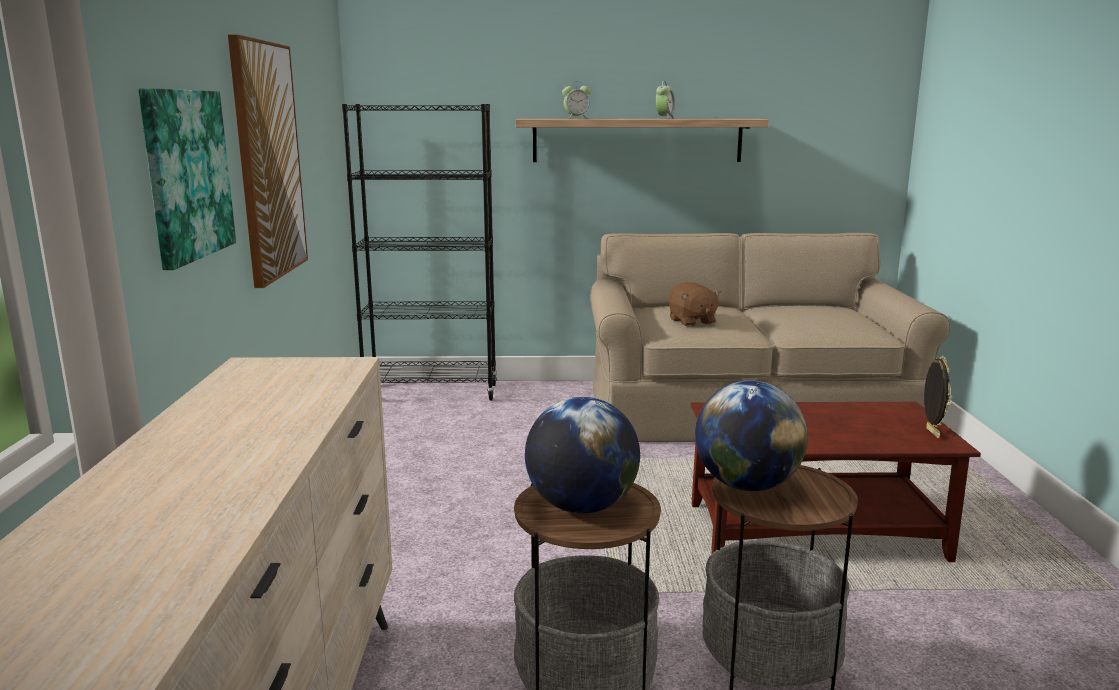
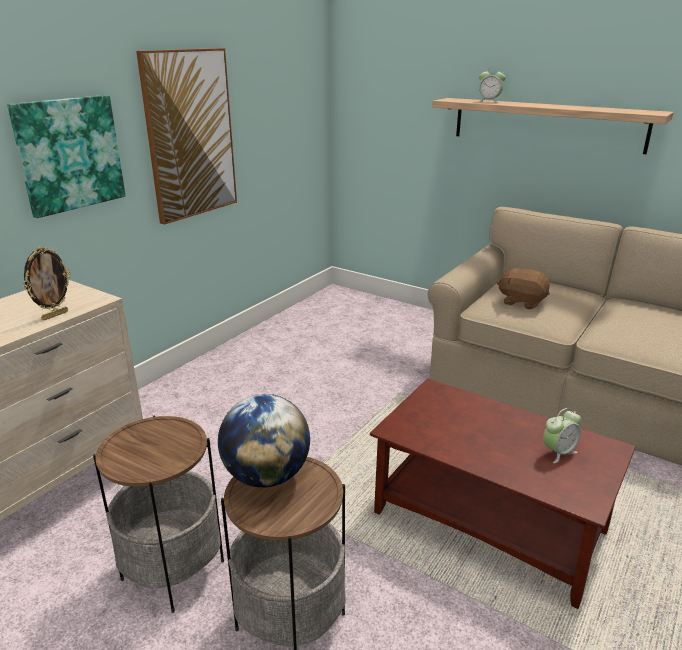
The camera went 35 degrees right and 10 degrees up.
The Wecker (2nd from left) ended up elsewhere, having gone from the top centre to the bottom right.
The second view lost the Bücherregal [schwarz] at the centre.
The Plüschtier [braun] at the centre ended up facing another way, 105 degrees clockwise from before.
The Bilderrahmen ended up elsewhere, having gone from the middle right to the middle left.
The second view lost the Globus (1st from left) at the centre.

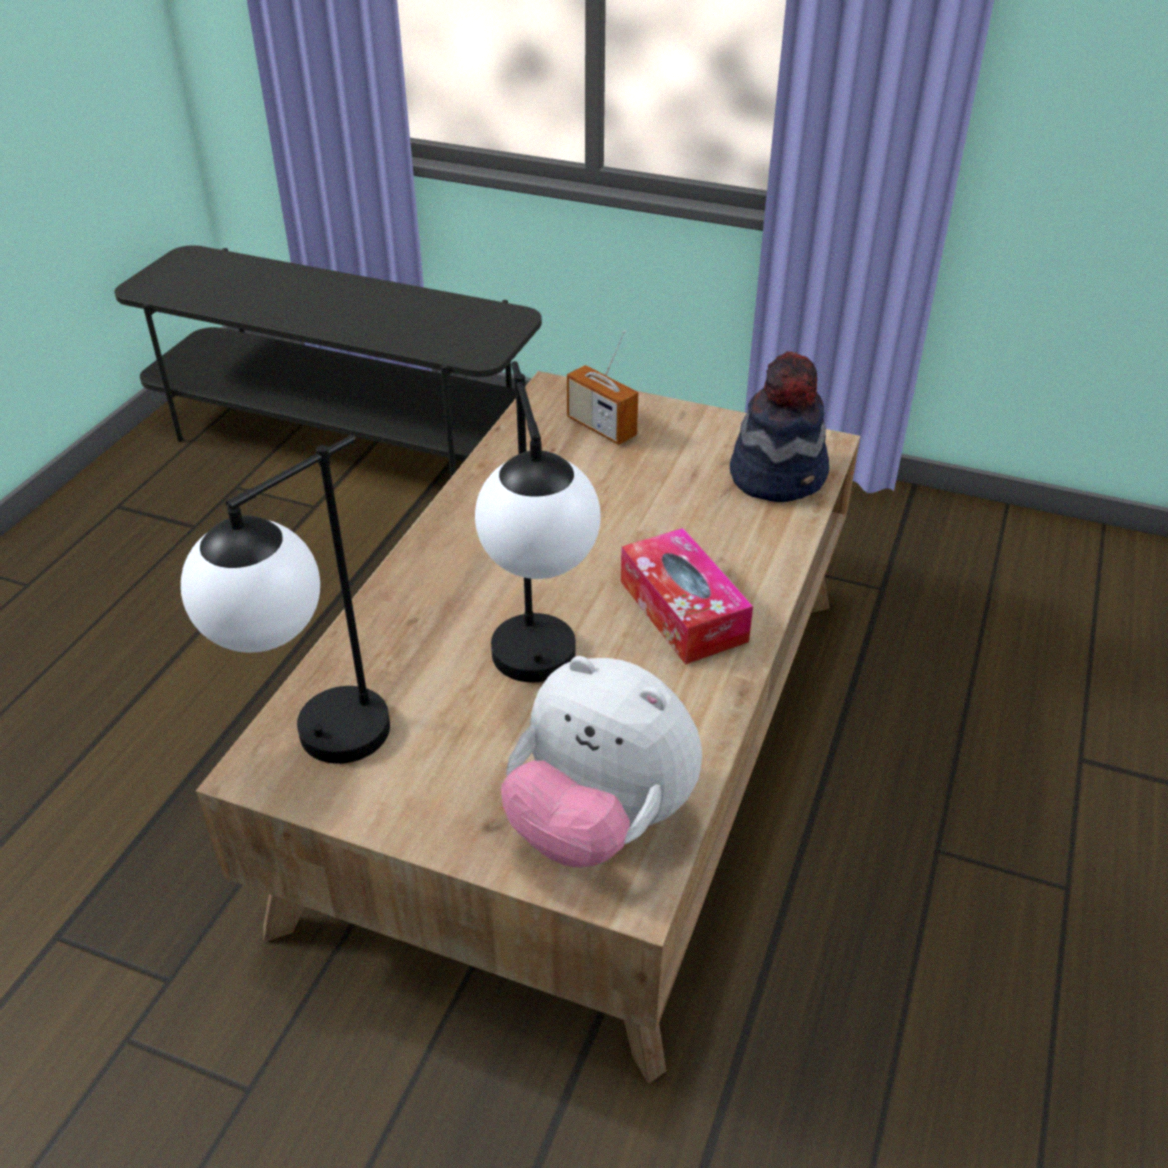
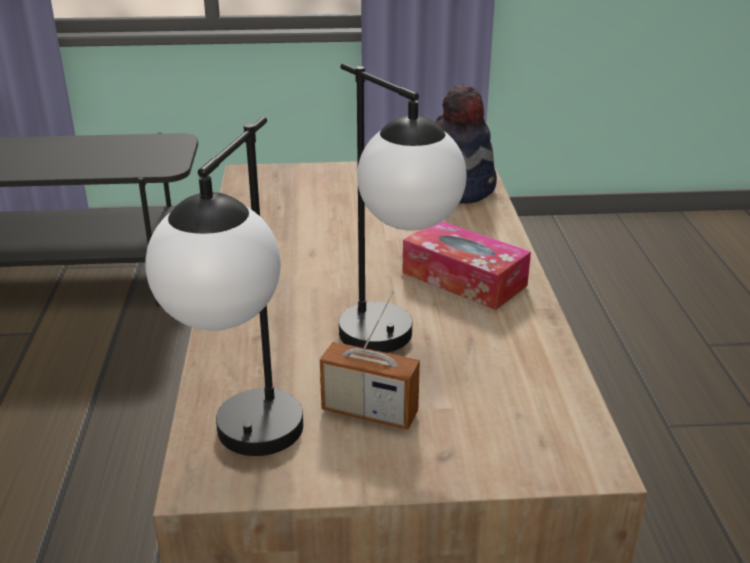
The camera went 25 degrees left and 10 degrees down.
The Radio ended up elsewhere, having gone from the top centre to the centre.
The second view lost the Plüschtier at the centre.

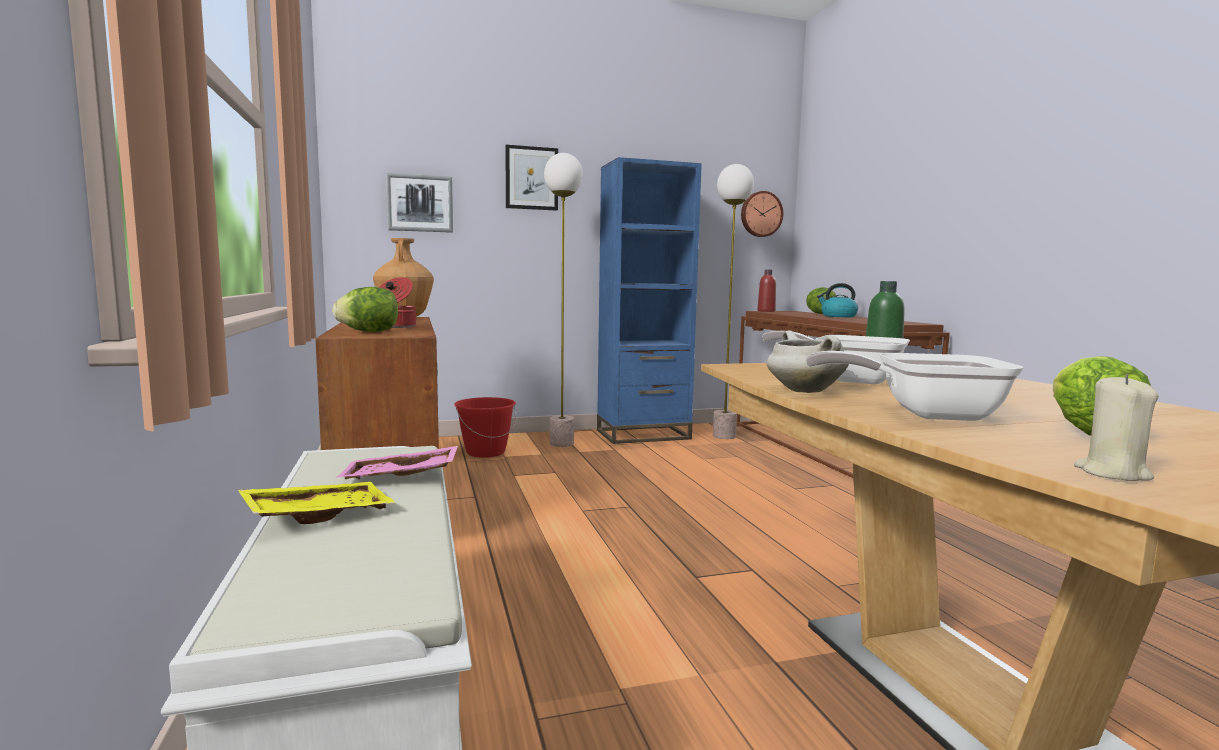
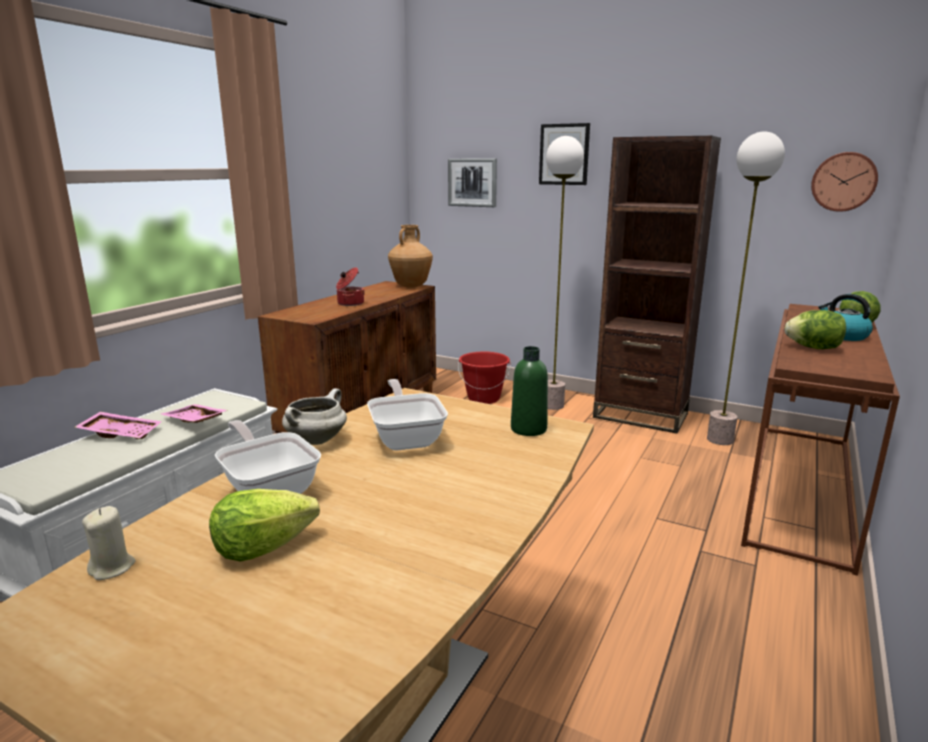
The camera went 45 degrees right and 10 degrees up.
What was the Bücherregal [blau] at the centre turned into the Bücherregal [braun] at the middle right.
The second view lost the Flasche [rot] at the centre.
The Salatkopf (1st from left in the first image) ended up elsewhere, having gone from the middle left to the middle right.
What was the Tablett [gelb] at the bottom left turned into the Tablett [rosa] (1st from left) at the middle left.

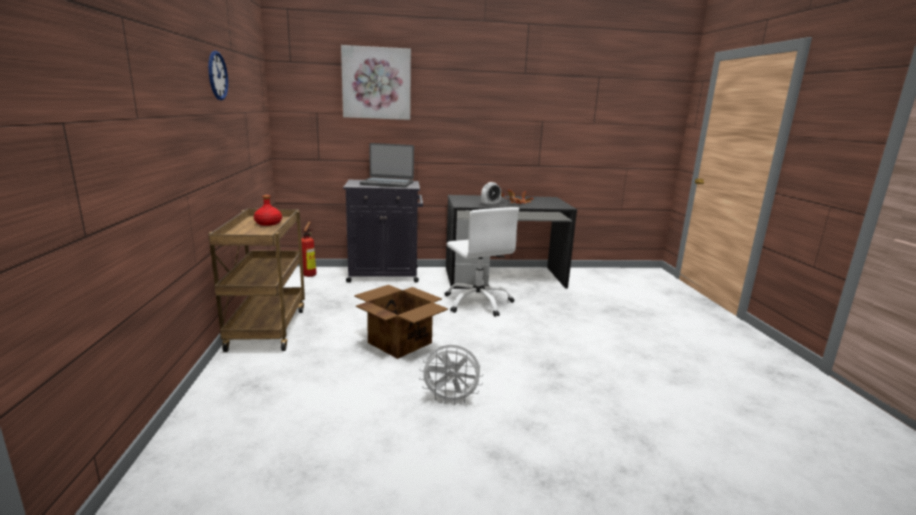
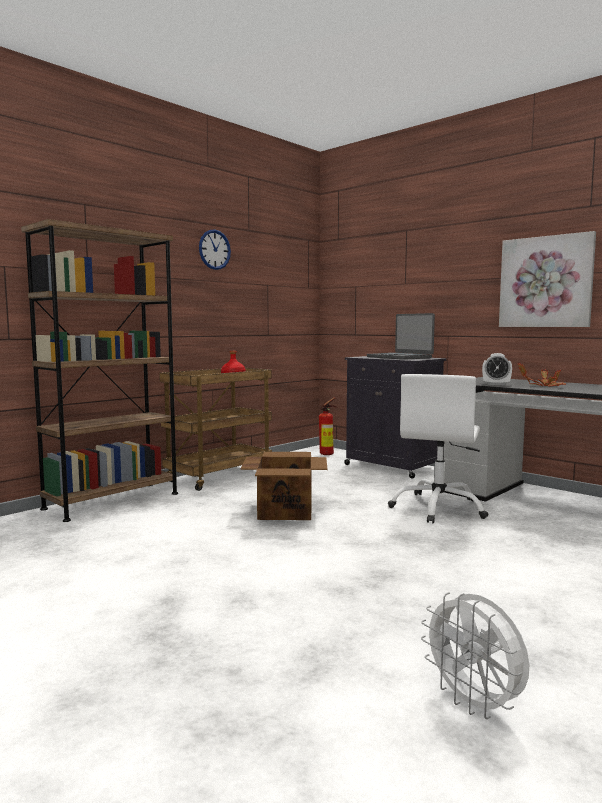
The camera went 50 degrees right and 10 degrees down.
The Bild ended up elsewhere, having gone from the top centre to the middle right.
The Ventilator [weiß] ended up elsewhere, having gone from the bottom centre to the bottom right.
The second view gained the Bücherregal [braun] at the middle left.

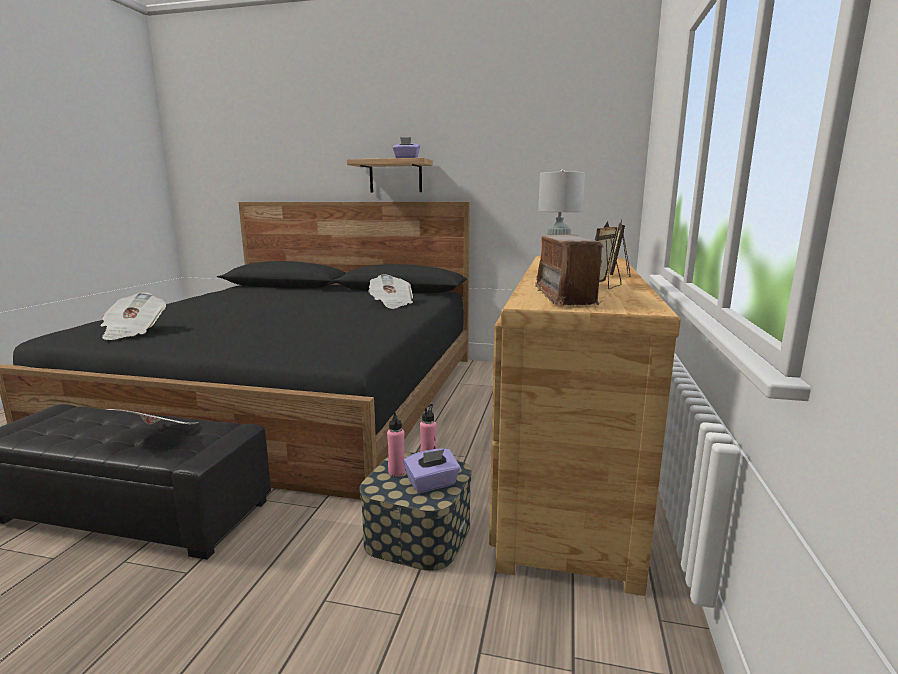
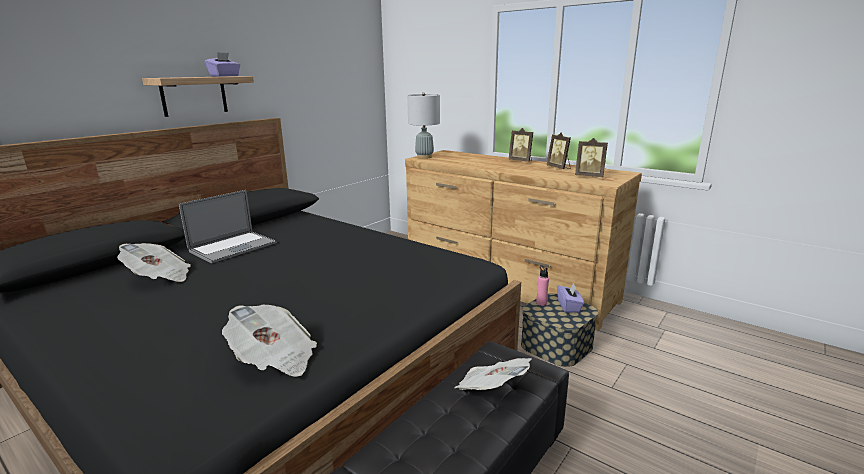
The camera went 65 degrees left and 5 degrees up.
Where the Radio stood at the centre, the Bilderrahmen (3rd from left) came to stand at the top right.
The Zeitung (3rd from left in the first image) ended up elsewhere, having gone from the centre to the middle left.
The second view lost the Flasche [rosa] (1st from left) at the centre.
The second view gained the Laptop at the middle left.

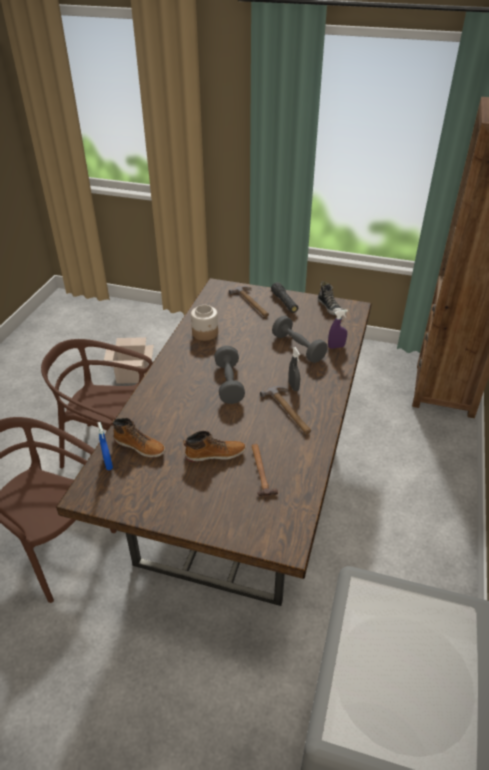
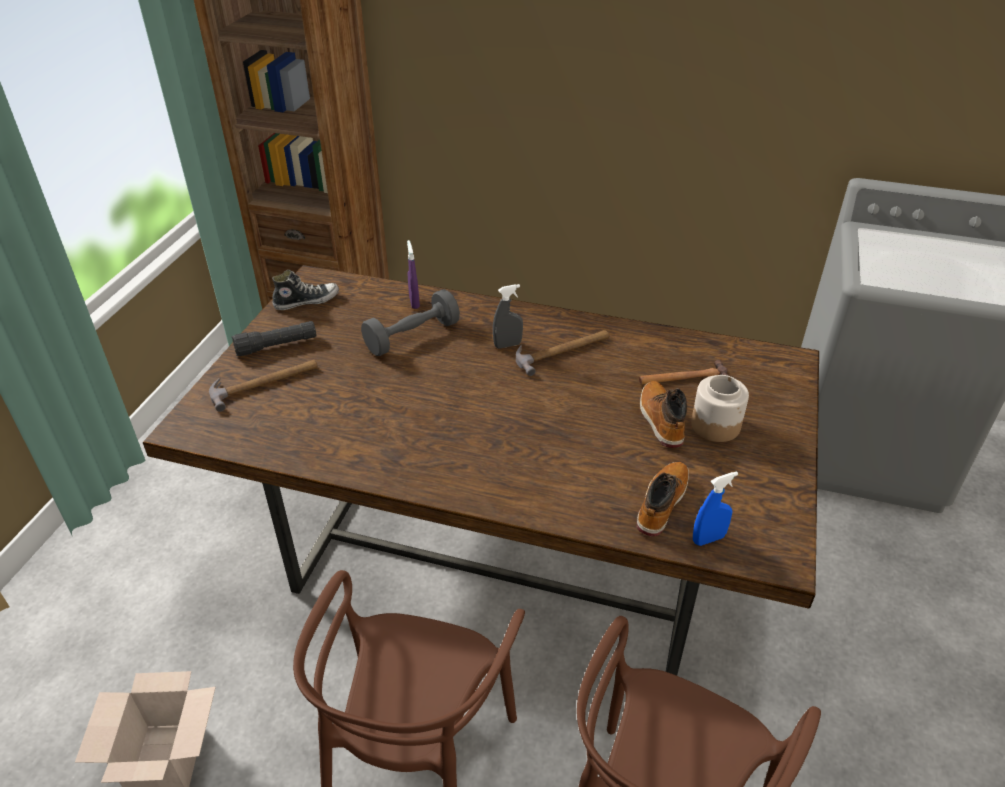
The camera went 90 degrees left and 0 degrees up.
The Vorratsglas ended up elsewhere, having gone from the centre to the middle right.
The second view lost the Hantel [grau] (1st from left) at the centre.

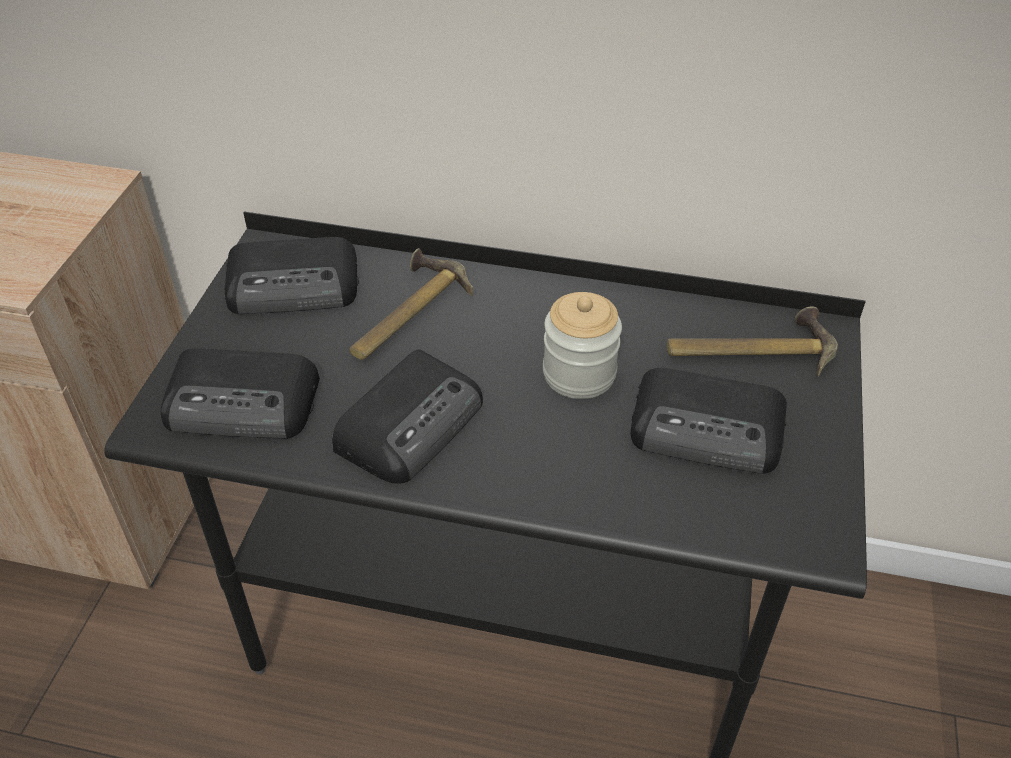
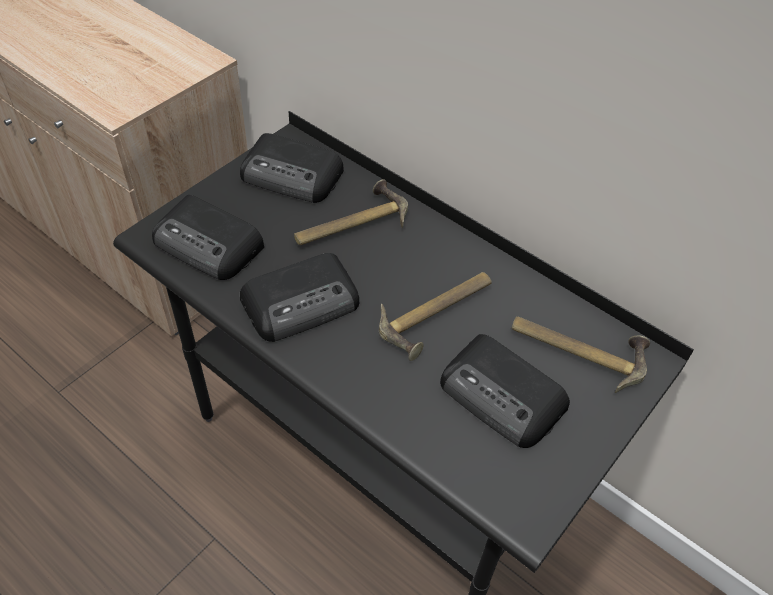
The camera went 25 degrees right and 5 degrees up.
Where the Vorratsglas stood at the centre, the Hammer (2nd from left) came to stand at the centre.

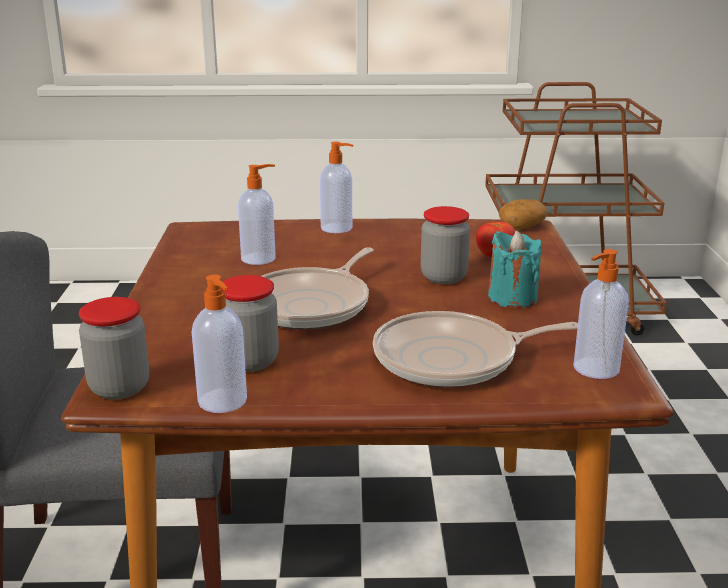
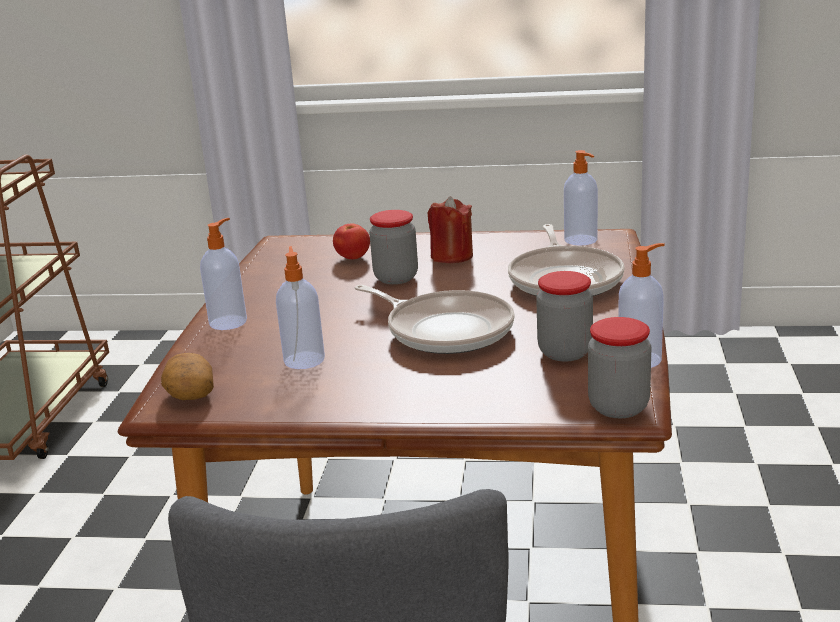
The camera went 80 degrees left and 0 degrees up.
The Kartoffel ended up elsewhere, having gone from the middle right to the middle left.
What was the Kerze [türkis] at the middle right turned into the Kerze [rot] at the centre.

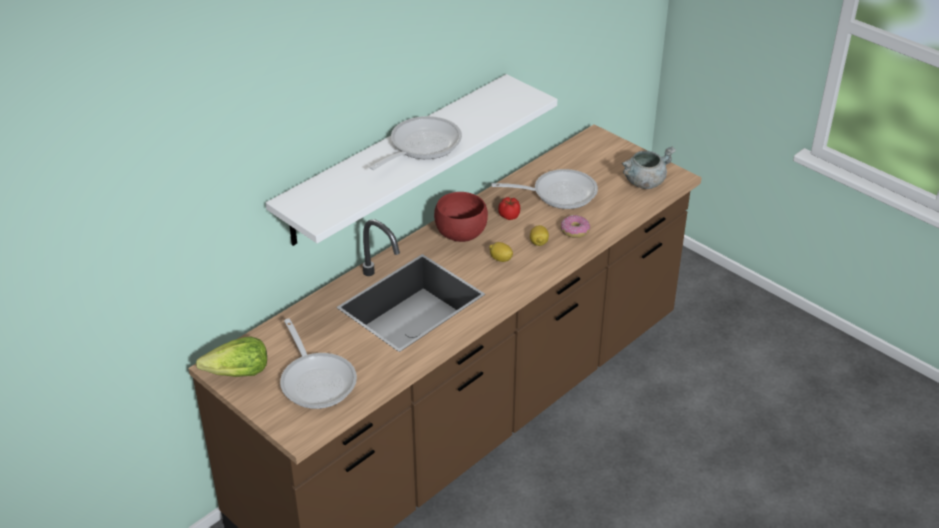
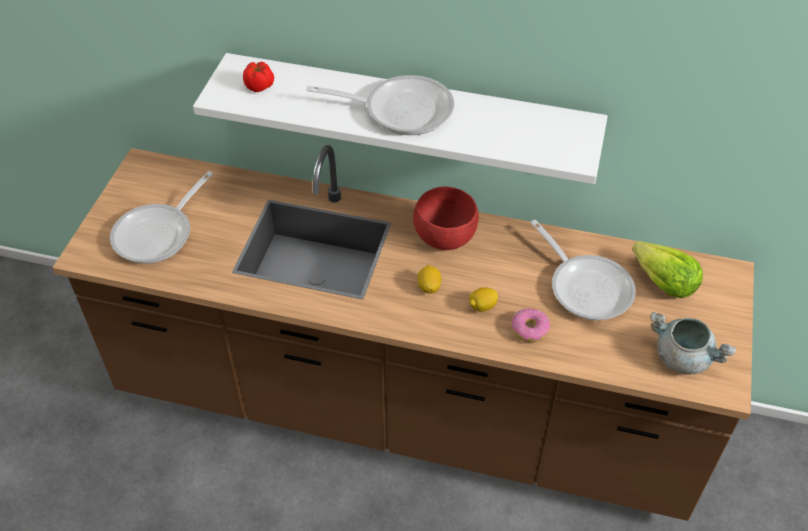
The camera went 60 degrees right and 10 degrees up.
The Tomate ended up elsewhere, having gone from the centre to the top left.
The Salatkopf ended up elsewhere, having gone from the bottom left to the middle right.

